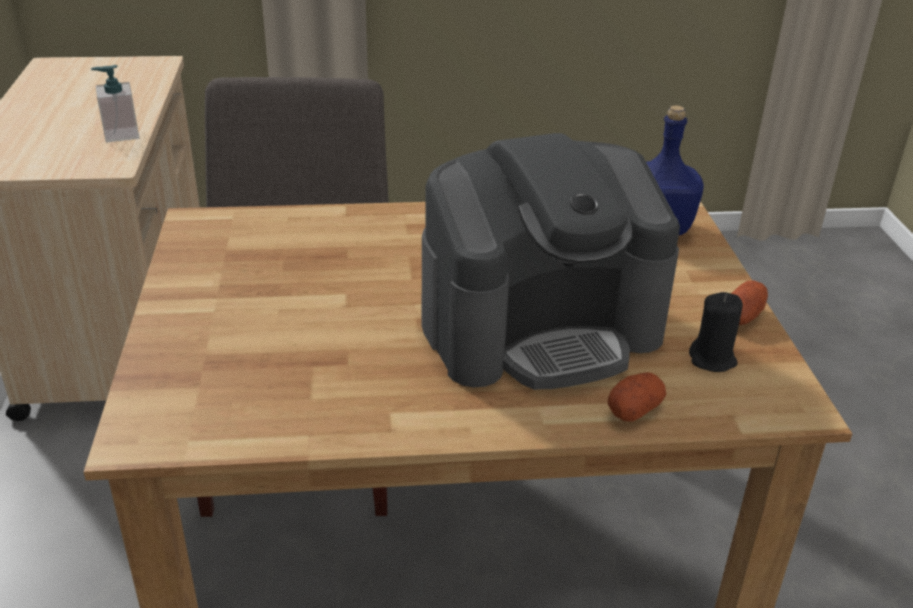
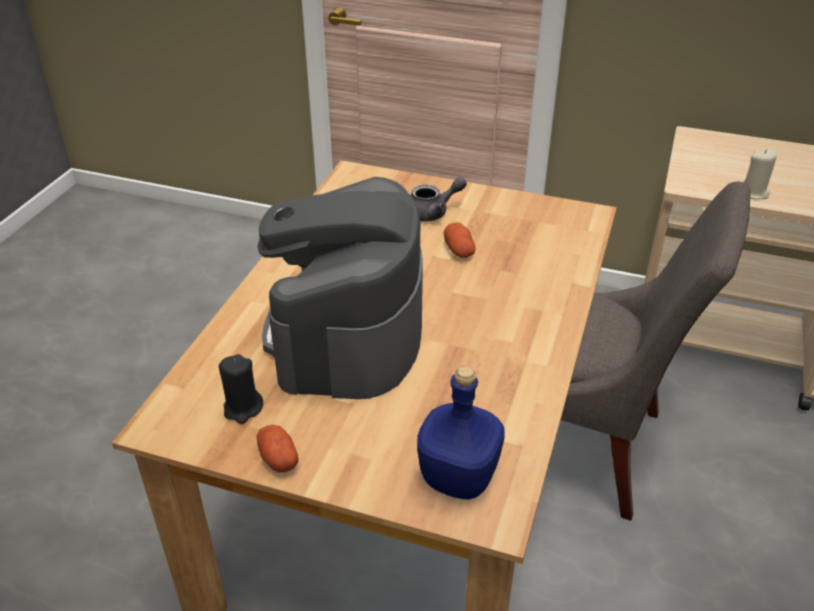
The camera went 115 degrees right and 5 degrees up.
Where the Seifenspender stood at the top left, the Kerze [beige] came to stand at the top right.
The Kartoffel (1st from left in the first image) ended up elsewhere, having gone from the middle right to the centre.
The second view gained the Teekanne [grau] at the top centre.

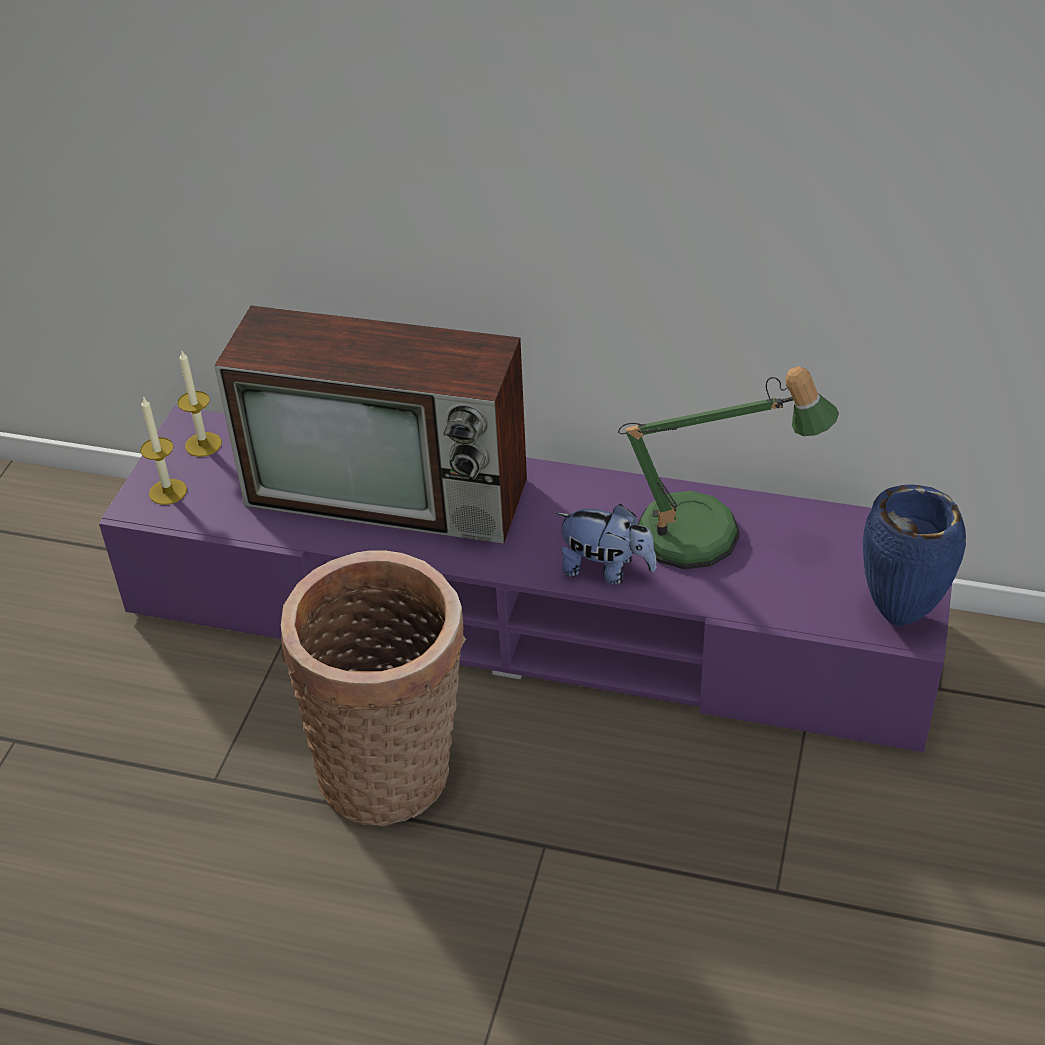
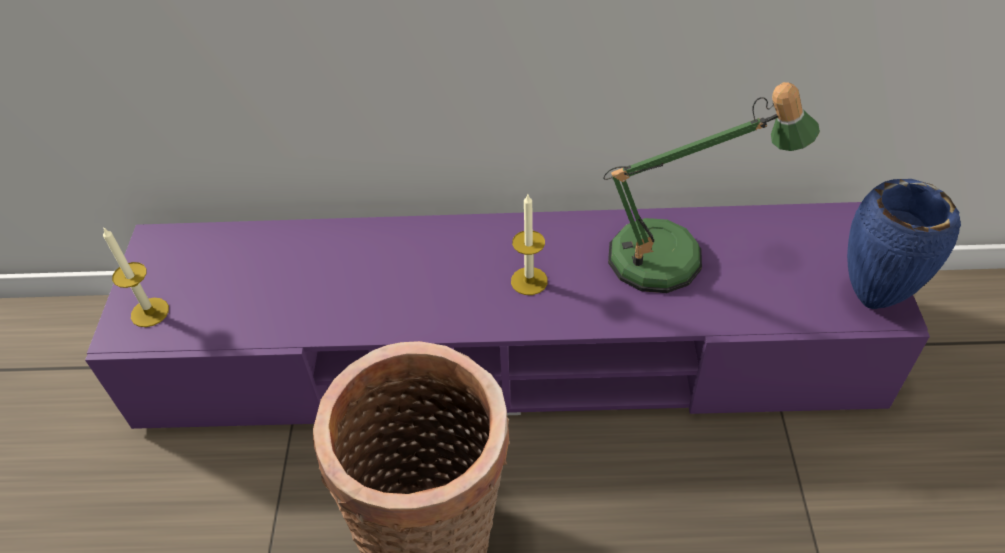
The camera went 15 degrees left and 5 degrees up.
The second view lost the Fernseher at the centre.
The Kerze (2nd from left) ended up elsewhere, having gone from the middle left to the centre.
The second view lost the Plüschtier at the centre.

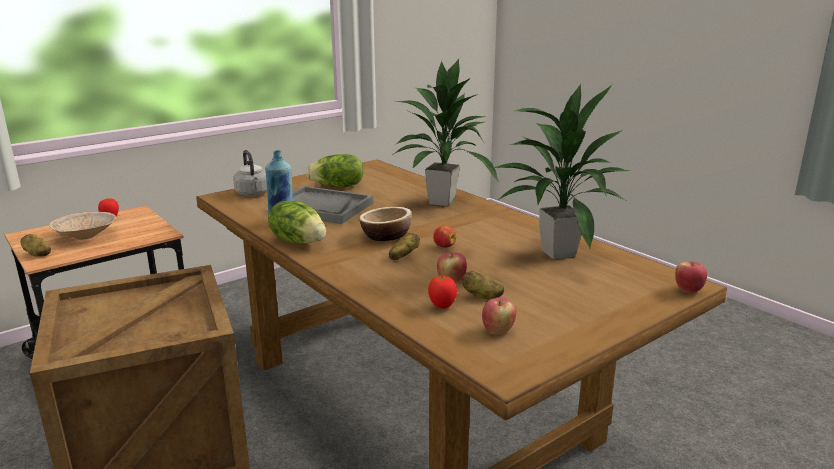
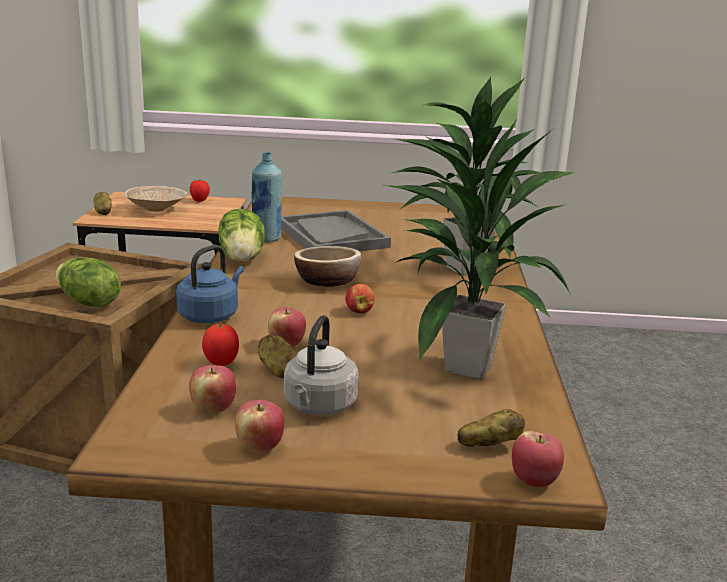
The camera went 40 degrees right and 0 degrees up.
The Wasserkessel [grau] ended up elsewhere, having gone from the middle left to the centre.
The Salatkopf (2nd from left in the first image) ended up elsewhere, having gone from the centre to the middle left.
The Kartoffel (2nd from left in the first image) ended up elsewhere, having gone from the centre to the bottom right.
The second view gained the Wasserkessel [blau] at the middle left.
The second view gained the Apfel (2nd from left) at the bottom centre.

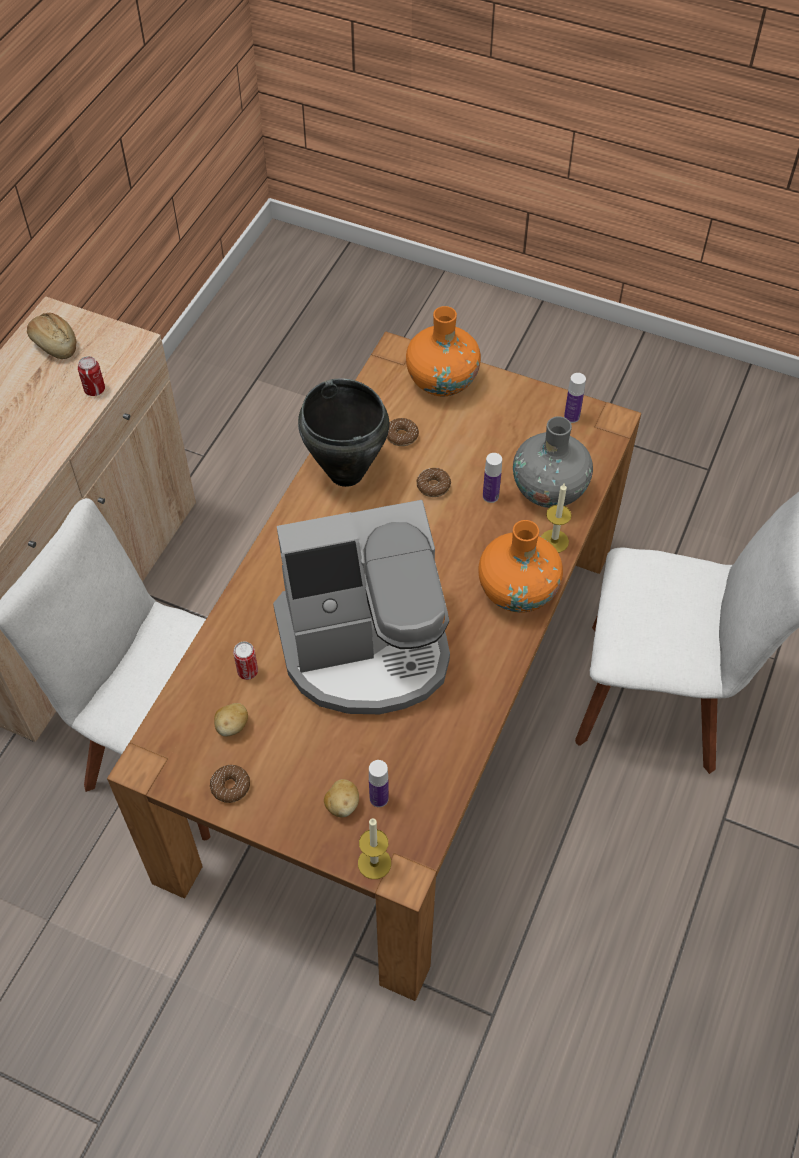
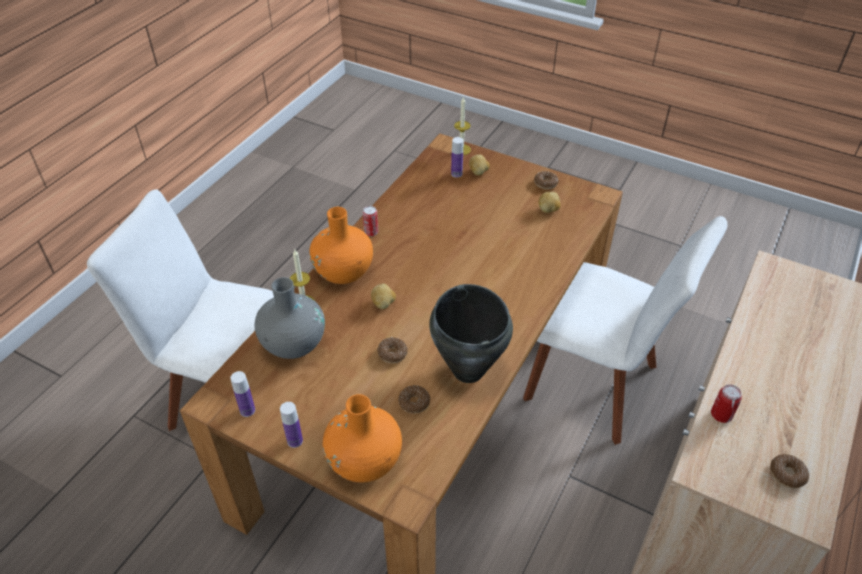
The camera went 175 degrees left and 10 degrees down.
Where the Brot stood at the top left, the Donut (4th from left) came to stand at the bottom right.
The Flasche (2nd from left) ended up elsewhere, having gone from the centre to the bottom centre.
The second view lost the Kaffeemaschine at the centre.
The Dose (2nd from left in the first image) ended up elsewhere, having gone from the middle left to the centre.
The second view gained the Kartoffel (1st from left) at the centre.

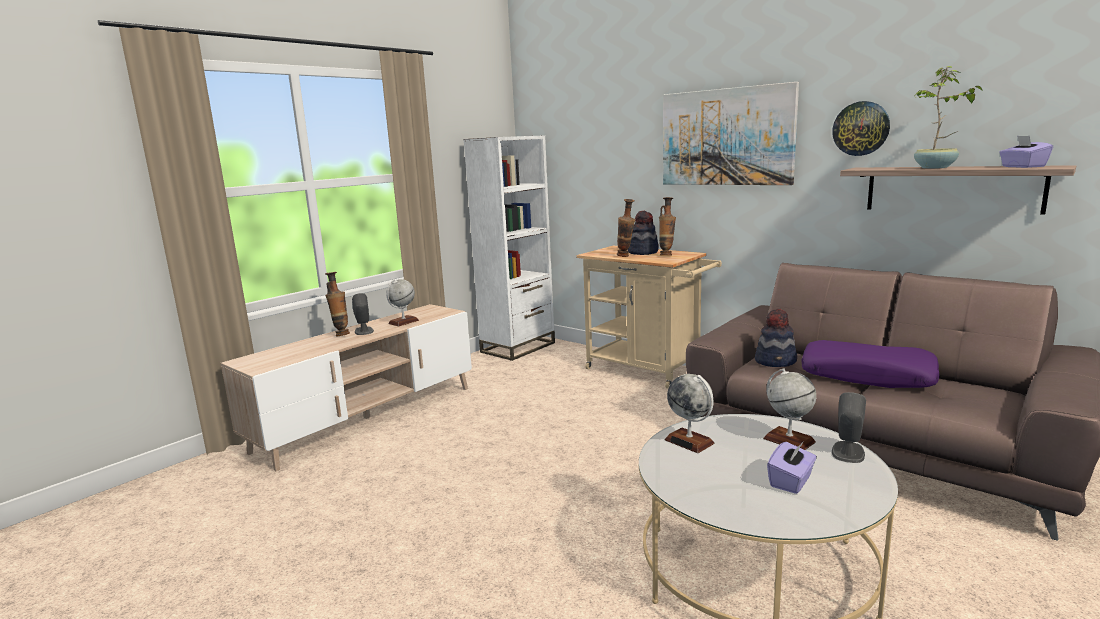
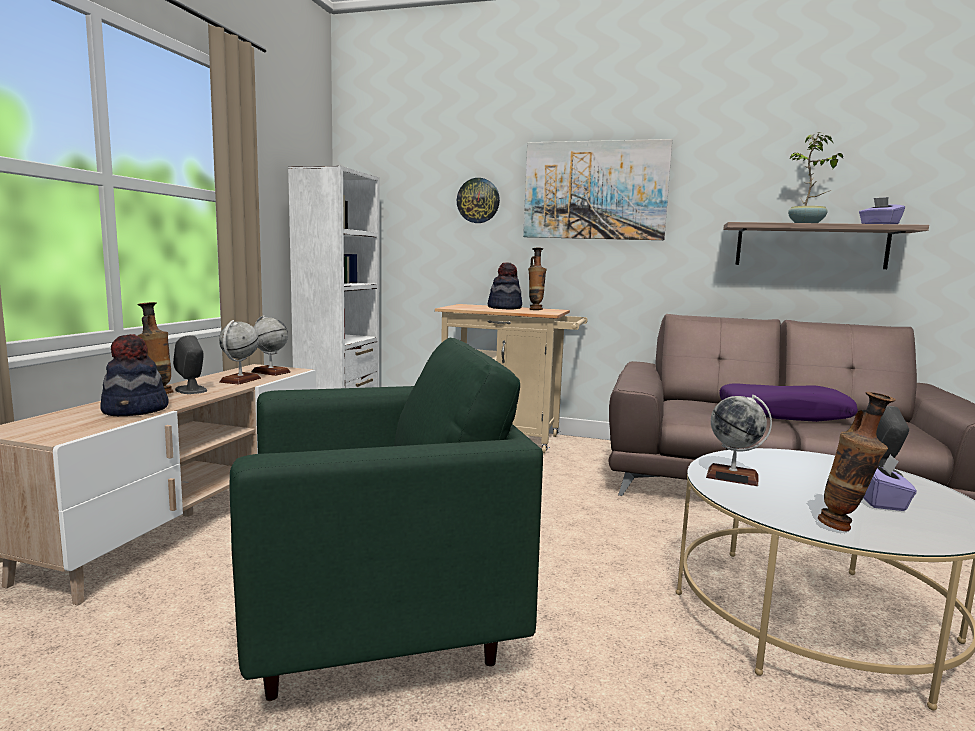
The camera went 25 degrees left and 5 degrees down.
The Wanduhr ended up elsewhere, having gone from the top right to the top centre.
The Vase (2nd from left in the first image) ended up elsewhere, having gone from the centre to the middle right.
The Hut (2nd from left in the first image) ended up elsewhere, having gone from the middle right to the middle left.
The Globus (3rd from left in the first image) ended up elsewhere, having gone from the middle right to the middle left.
The second view gained the Sessel [grün] at the bottom centre.

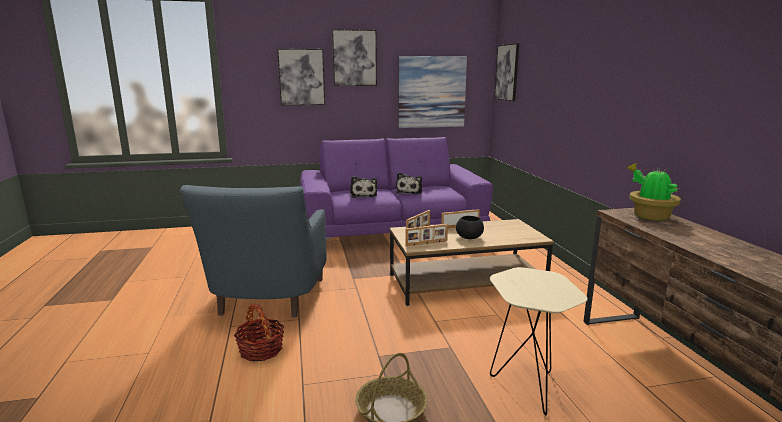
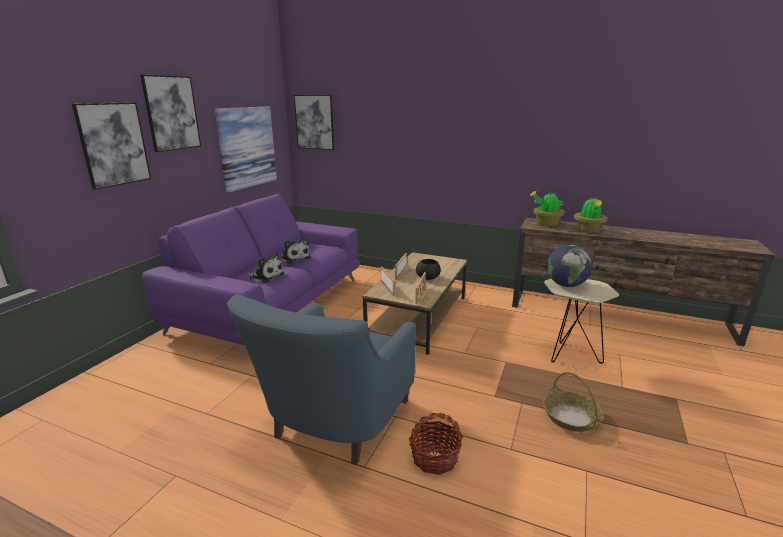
The camera went 55 degrees left and 5 degrees up.
The Sessel [blau] at the middle left ended up facing another way, 75 degrees clockwise from before.
The second view gained the Topfpflanze (2nd from left) at the middle right.
The second view gained the Globus at the middle right.

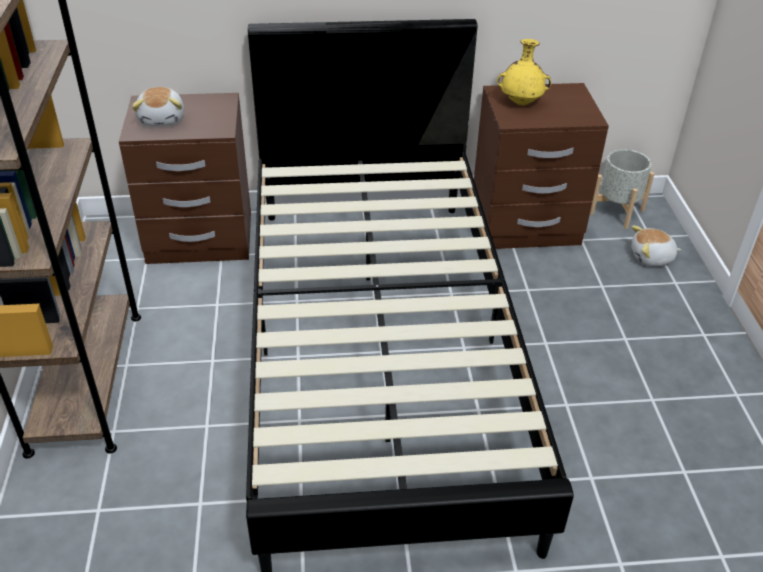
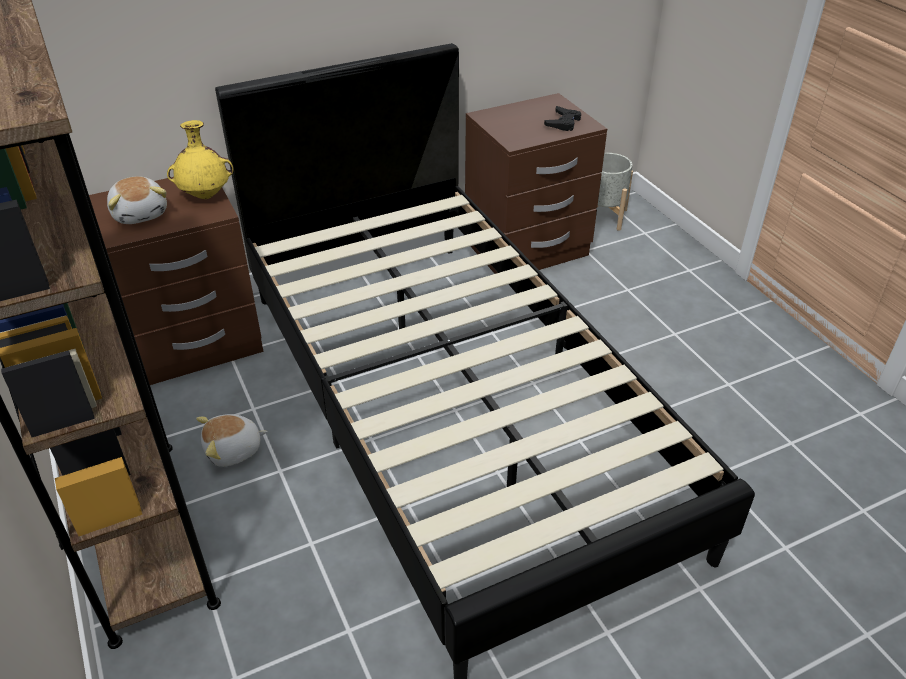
The camera went 20 degrees left and 0 degrees up.
The Vase [gelb] ended up elsewhere, having gone from the top right to the top left.
The Plüschtier (2nd from left) ended up elsewhere, having gone from the middle right to the middle left.
The second view gained the Gamepad [schwarz] at the top centre.

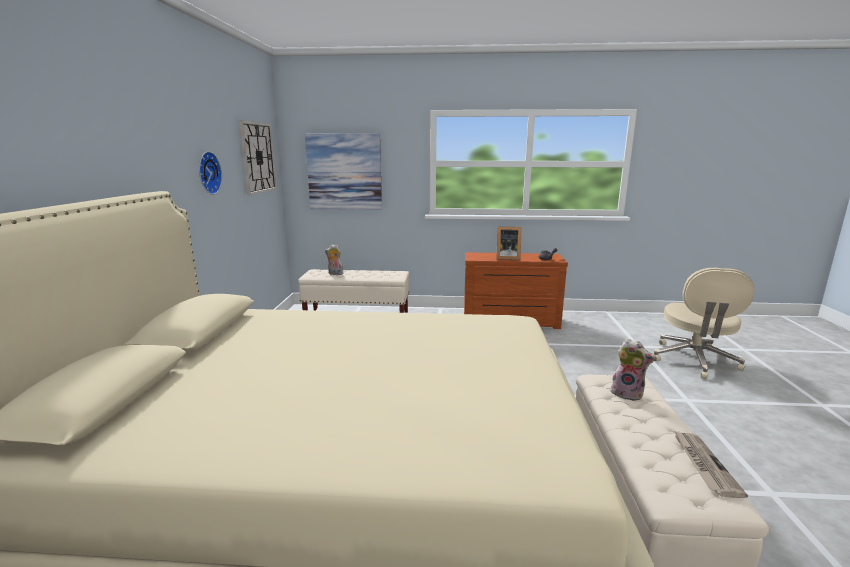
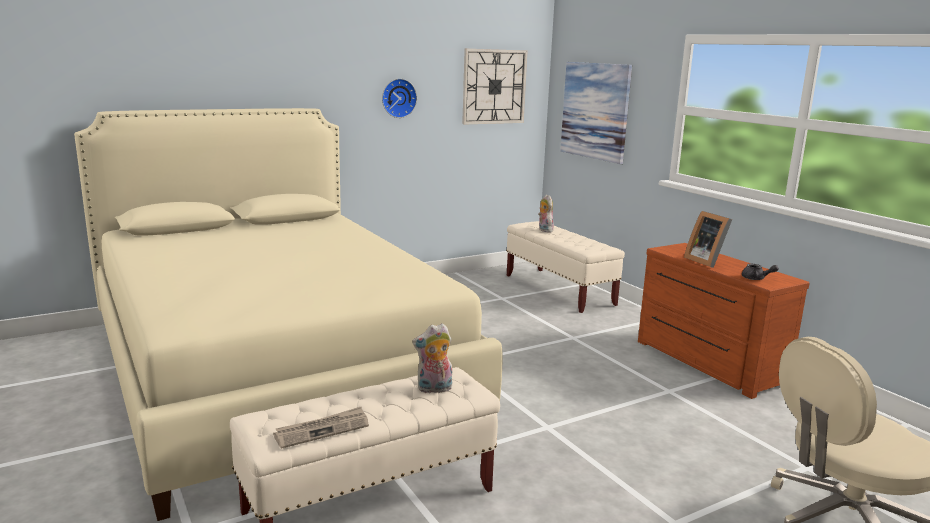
The camera went 55 degrees right and 0 degrees up.
The Plüschtier (2nd from left in the first image) at the middle right ended up facing another way, 75 degrees clockwise from before.

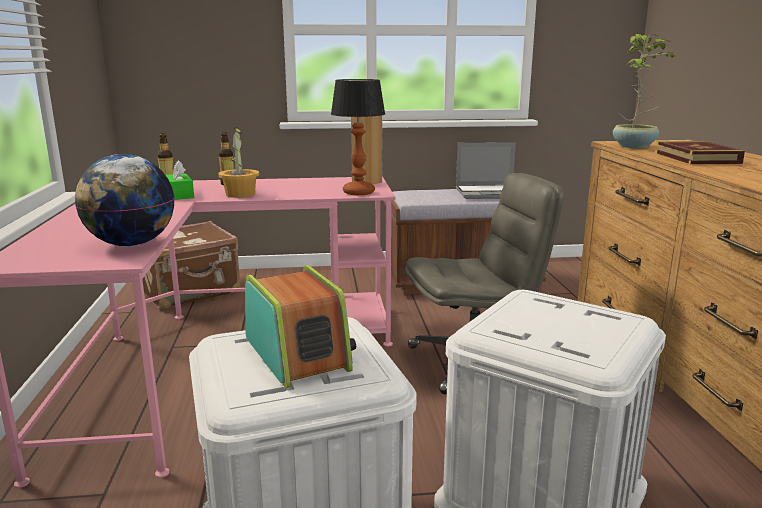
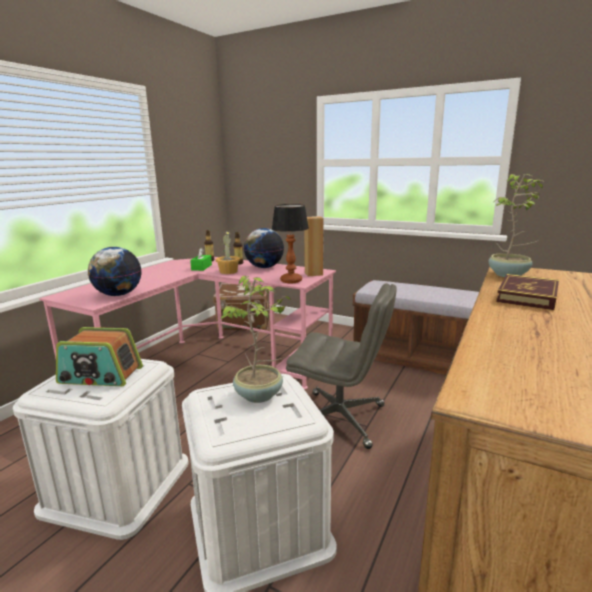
The camera went 35 degrees right and 0 degrees up.
The second view lost the Laptop at the centre.
The Radio at the centre ended up facing another way, 90 degrees clockwise from before.
The second view gained the Globus (2nd from left) at the centre.
The second view gained the Topfpflanze (2nd from left) at the centre.

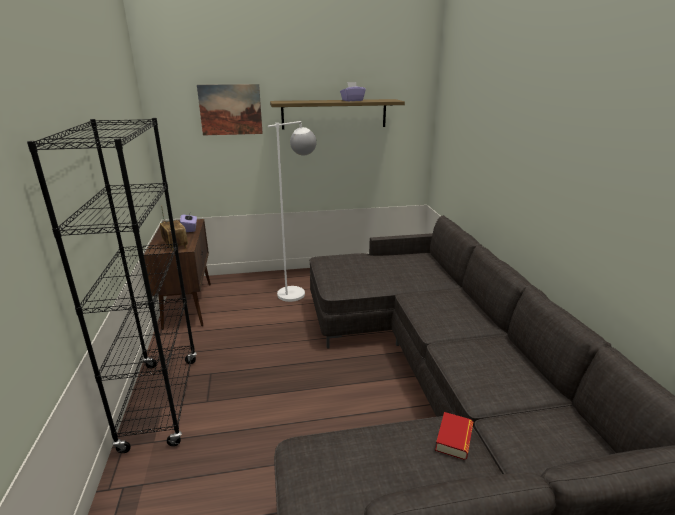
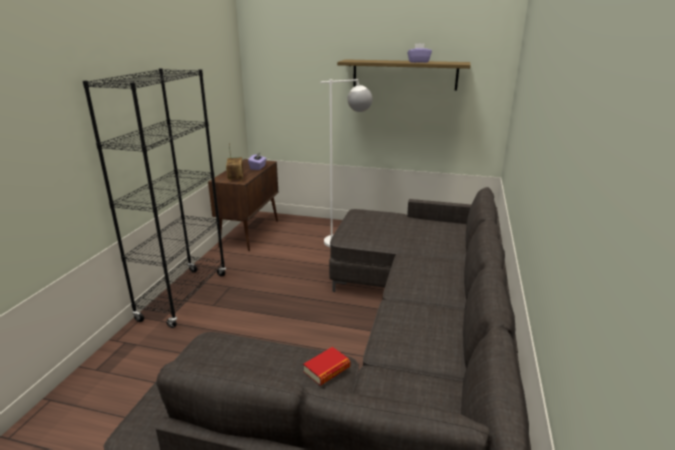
The camera went 25 degrees right and 0 degrees up.
The second view lost the Bild at the top centre.

